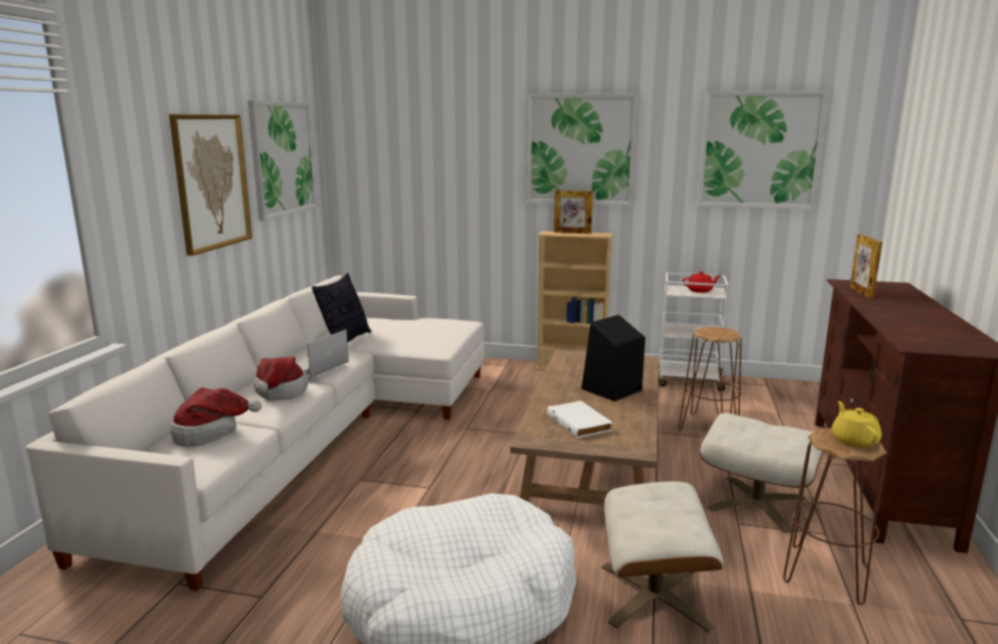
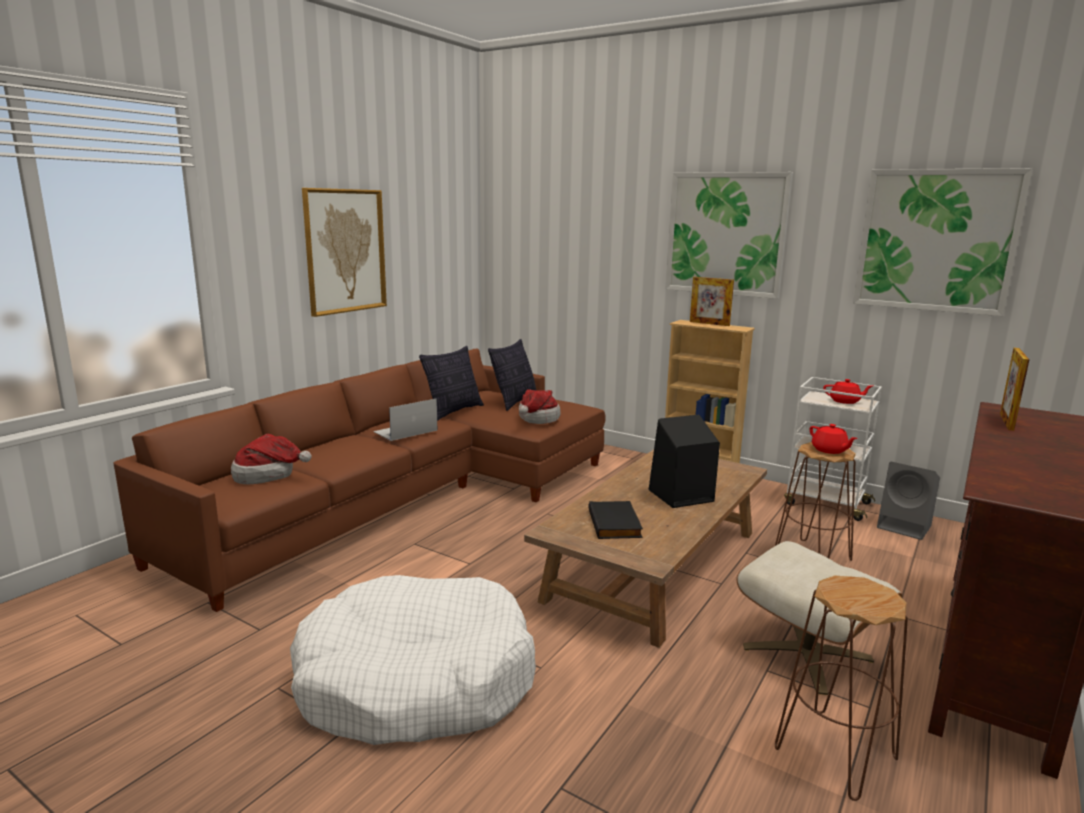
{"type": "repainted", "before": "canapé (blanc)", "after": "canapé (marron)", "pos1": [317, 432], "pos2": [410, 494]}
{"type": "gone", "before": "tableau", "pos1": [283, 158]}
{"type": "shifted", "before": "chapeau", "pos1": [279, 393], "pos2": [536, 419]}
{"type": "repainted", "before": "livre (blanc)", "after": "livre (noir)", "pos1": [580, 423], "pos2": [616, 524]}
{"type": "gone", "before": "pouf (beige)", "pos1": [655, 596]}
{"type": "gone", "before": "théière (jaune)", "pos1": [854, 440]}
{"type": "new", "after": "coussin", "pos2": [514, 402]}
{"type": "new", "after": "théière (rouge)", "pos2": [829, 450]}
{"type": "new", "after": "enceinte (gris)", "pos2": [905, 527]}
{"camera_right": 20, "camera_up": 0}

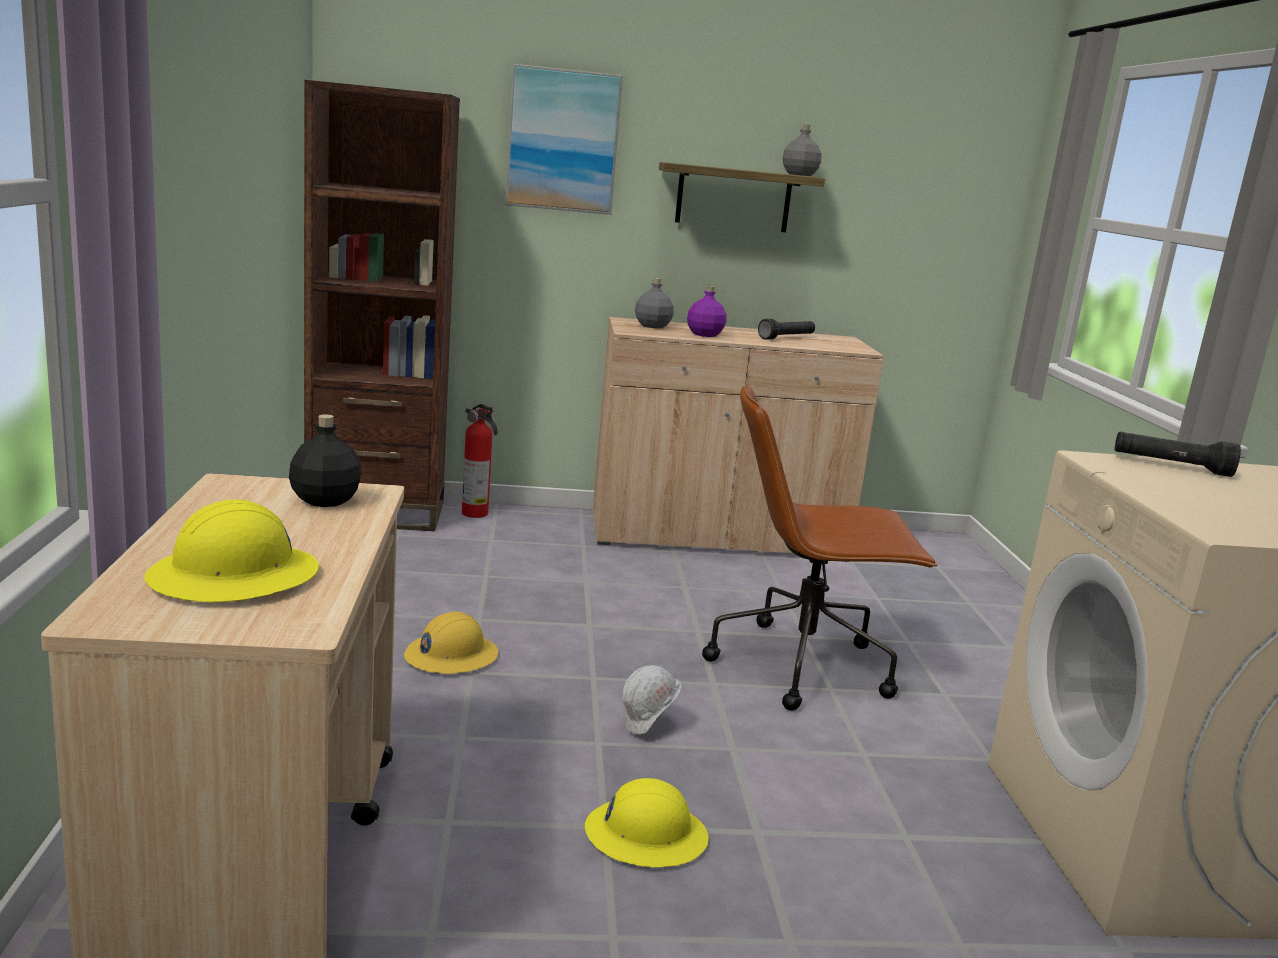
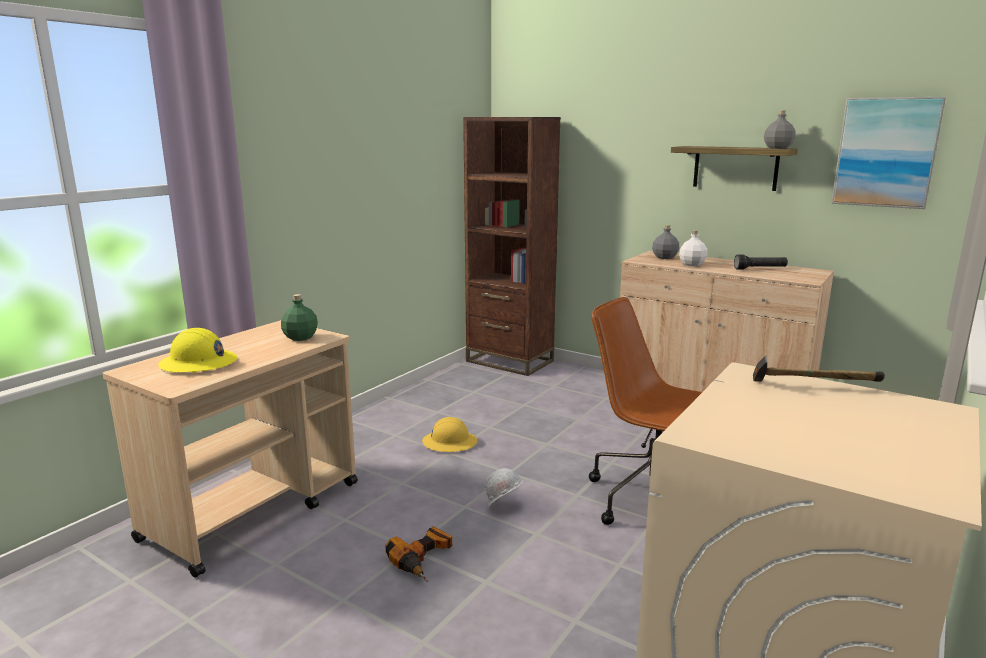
{"type": "repainted", "before": "bouteille (noir)", "after": "bouteille (vert)", "pos1": [325, 500], "pos2": [301, 337]}
{"type": "gone", "before": "extincteur", "pos1": [476, 514]}
{"type": "shifted", "before": "tableau", "pos1": [563, 141], "pos2": [886, 152]}
{"type": "swapped", "before": "casque de chantier (jaune)", "after": "perceuse", "pos1": [646, 835], "pos2": [424, 560]}
{"type": "repainted", "before": "bouteille (violet)", "after": "bouteille (blanc)", "pos1": [704, 334], "pos2": [691, 264]}
{"type": "swapped", "before": "lampe de poche (noir)", "after": "marteau", "pos1": [1171, 466], "pos2": [811, 386]}
{"camera_right": 40, "camera_up": 0}

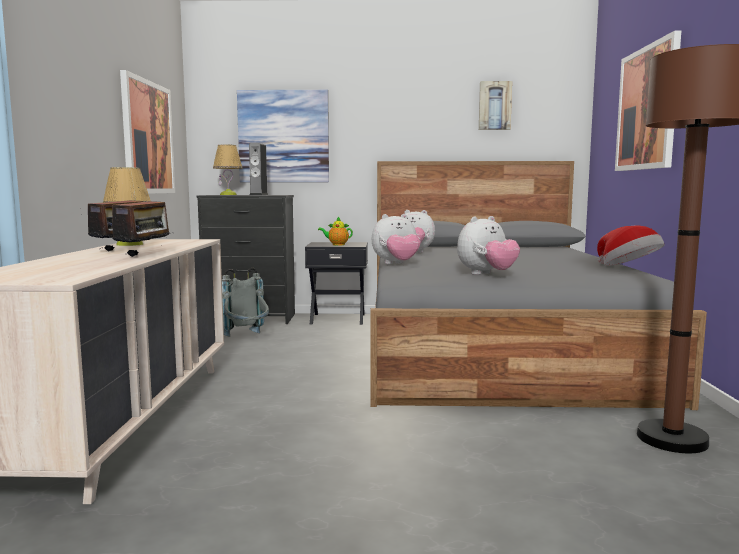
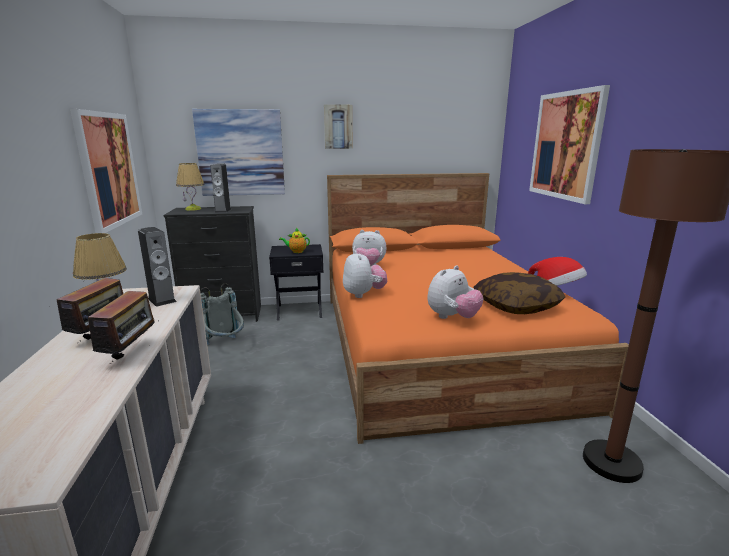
{"type": "repainted", "before": "lit (gris)", "after": "lit (orange)", "pos1": [494, 348], "pos2": [436, 344]}
{"type": "rotated", "before": "peluche", "pos1": [396, 264], "pos2": [363, 294], "turn": -75}
{"type": "shifted", "before": "tableau", "pos1": [494, 106], "pos2": [338, 127]}
{"type": "new", "after": "enceinte", "pos2": [162, 300]}
{"type": "new", "after": "coussin", "pos2": [516, 306]}
{"camera_right": -10, "camera_up": 10}

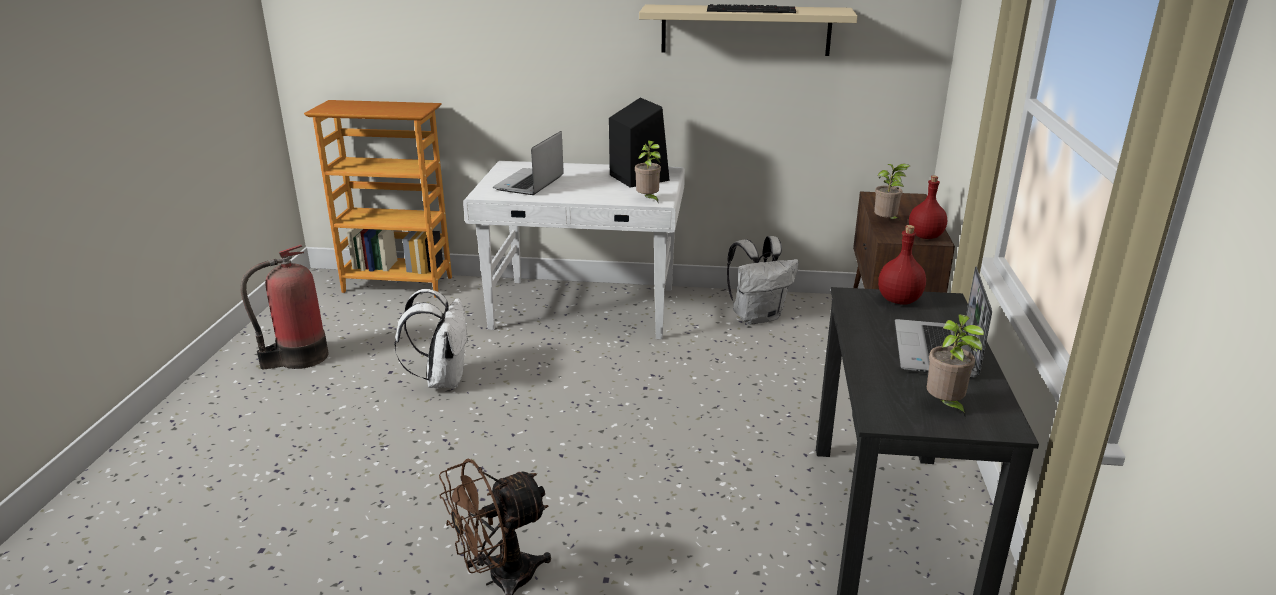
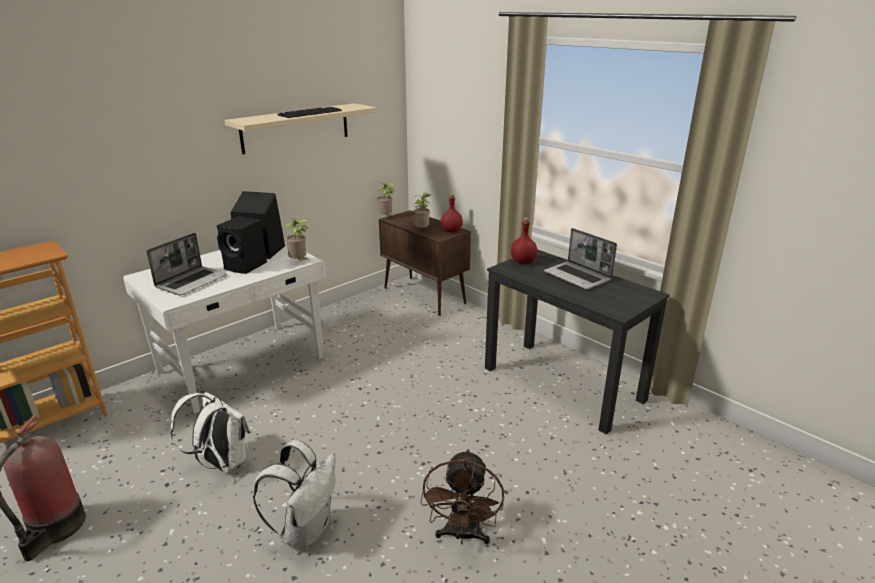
{"type": "rotated", "before": "ordinateur portable", "pos1": [529, 183], "pos2": [192, 282], "turn": -120}
{"type": "shifted", "before": "sac à dos (blanc)", "pos1": [757, 317], "pos2": [306, 530]}
{"type": "shifted", "before": "plante en pot", "pos1": [945, 406], "pos2": [386, 217]}
{"type": "new", "after": "enceinte (noir)", "pos2": [246, 266]}
{"camera_right": -50, "camera_up": 0}

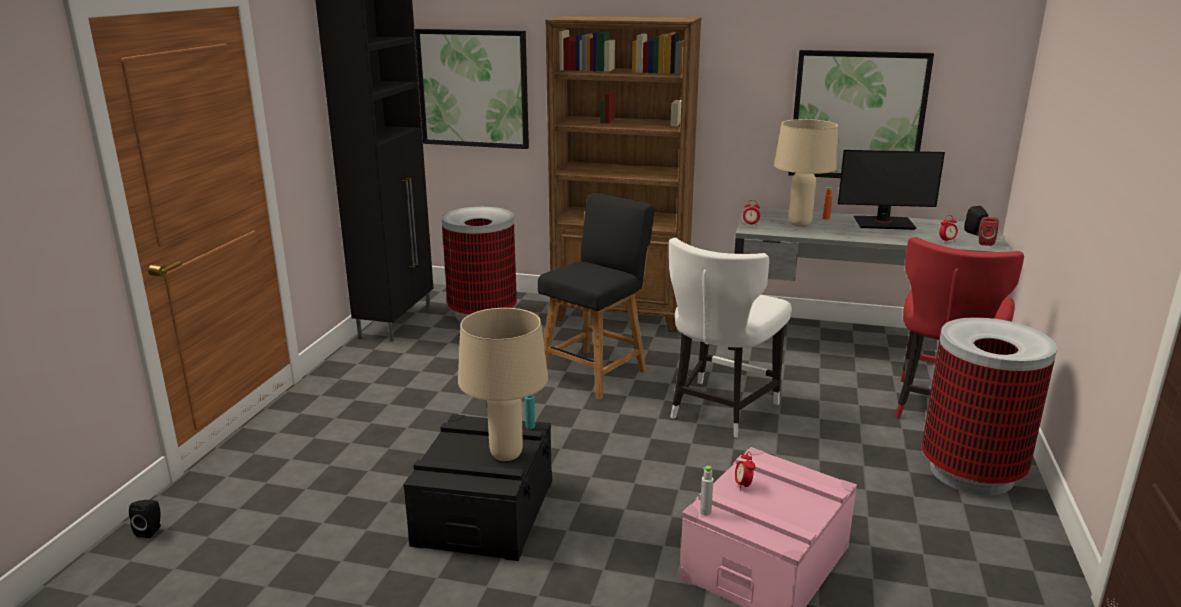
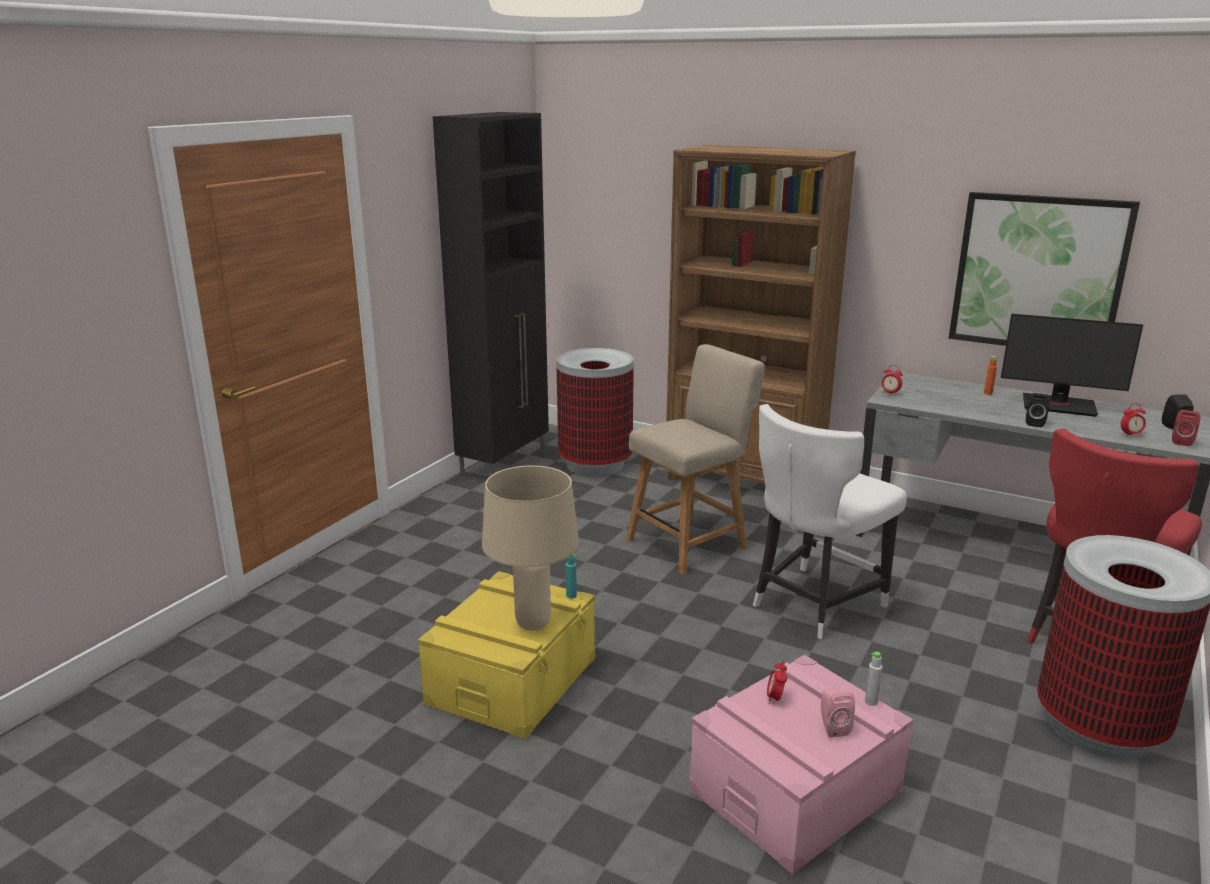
{"type": "shifted", "before": "enceinte (noir)", "pos1": [151, 530], "pos2": [1034, 423]}
{"type": "repainted", "before": "boîte de rangement (noir)", "after": "boîte de rangement (jaune)", "pos1": [484, 511], "pos2": [512, 680]}
{"type": "gone", "before": "tableau", "pos1": [473, 88]}
{"type": "repainted", "before": "chaise (noir)", "after": "chaise (beige)", "pos1": [596, 372], "pos2": [690, 542]}
{"type": "shifted", "before": "bouteille (gris)", "pos1": [705, 512], "pos2": [871, 702]}
{"type": "gone", "before": "lampe de table (beige)", "pos1": [800, 224]}
{"type": "new", "after": "enceinte (rose)", "pos2": [833, 727]}
{"camera_right": 15, "camera_up": 0}

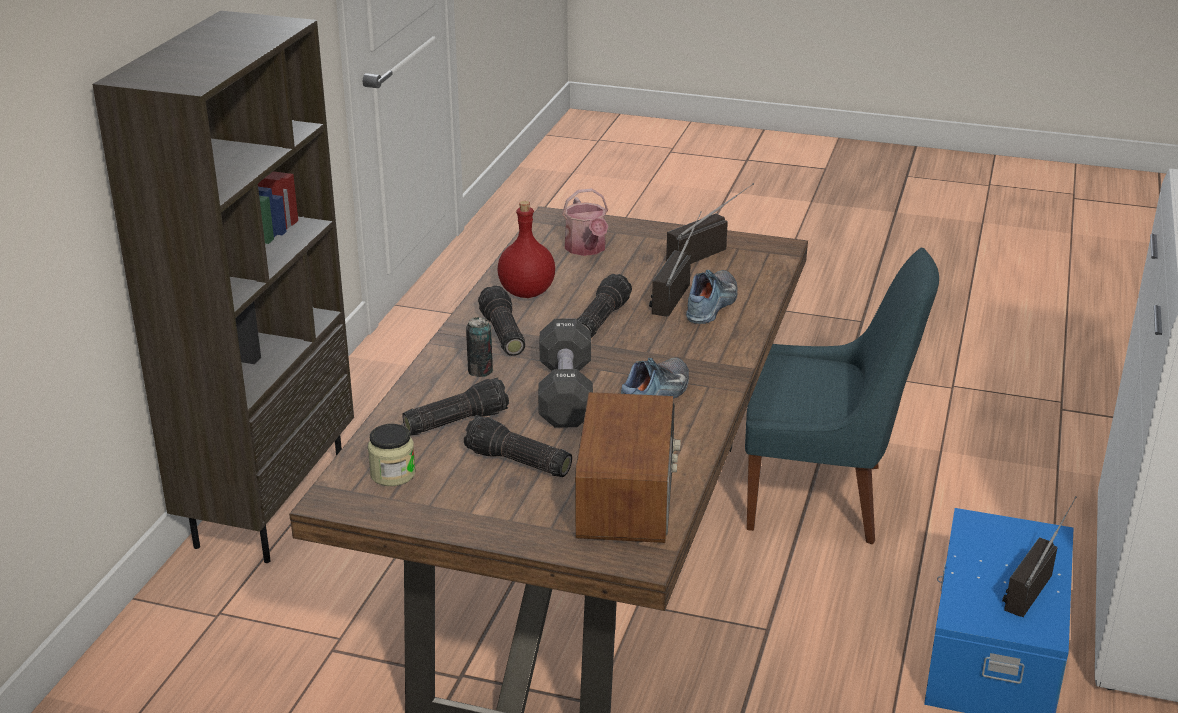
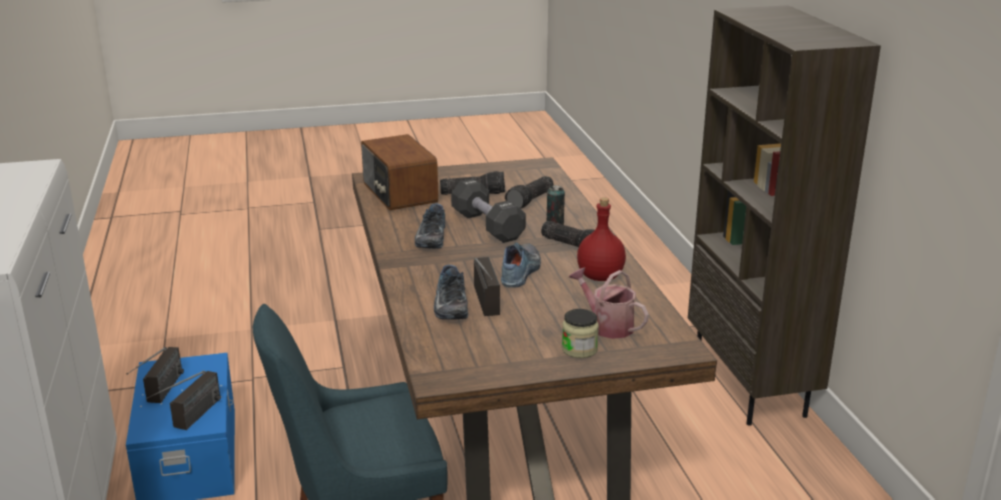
{"type": "shifted", "before": "bocal", "pos1": [393, 474], "pos2": [579, 349]}
{"type": "swapped", "before": "lampe de poche", "after": "chaussure", "pos1": [599, 320], "pos2": [521, 272]}
{"type": "shifted", "before": "radio", "pos1": [708, 251], "pos2": [189, 421]}
{"camera_right": 150, "camera_up": -5}

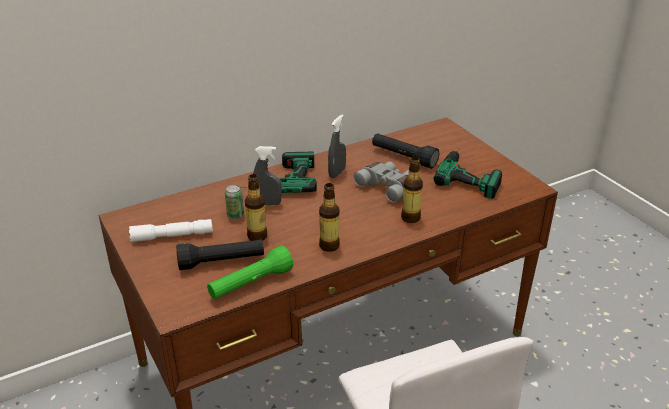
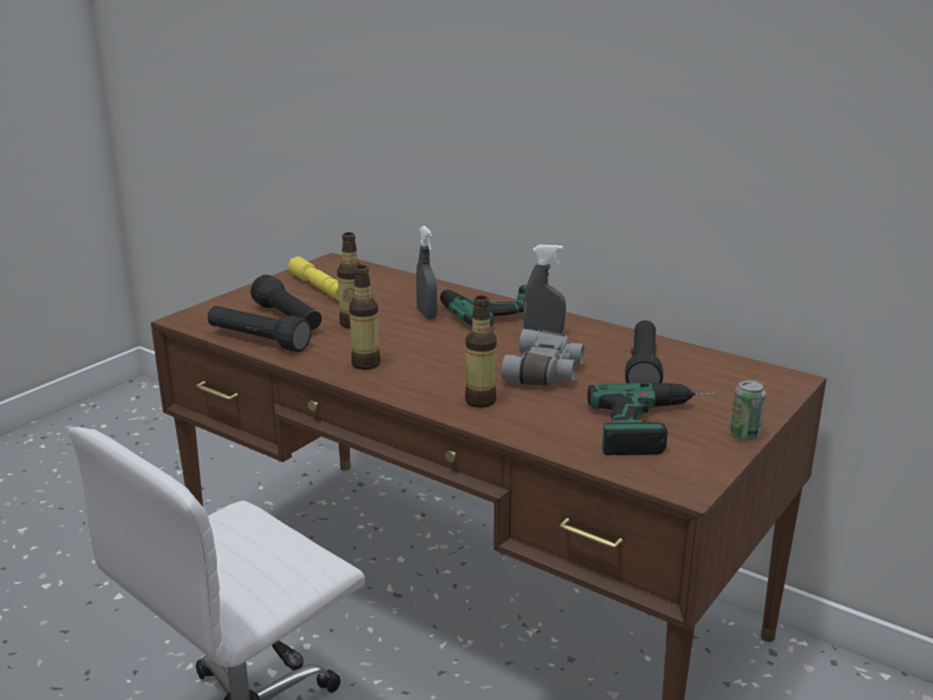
{"type": "repainted", "before": "lampe de poche (blanc)", "after": "lampe de poche (jaune)", "pos1": [172, 236], "pos2": [319, 288]}
{"type": "repainted", "before": "lampe de poche (vert)", "after": "lampe de poche (noir)", "pos1": [250, 284], "pos2": [258, 340]}
{"type": "shifted", "before": "boîte métallique", "pos1": [235, 215], "pos2": [744, 435]}
{"camera_right": 65, "camera_up": -10}

